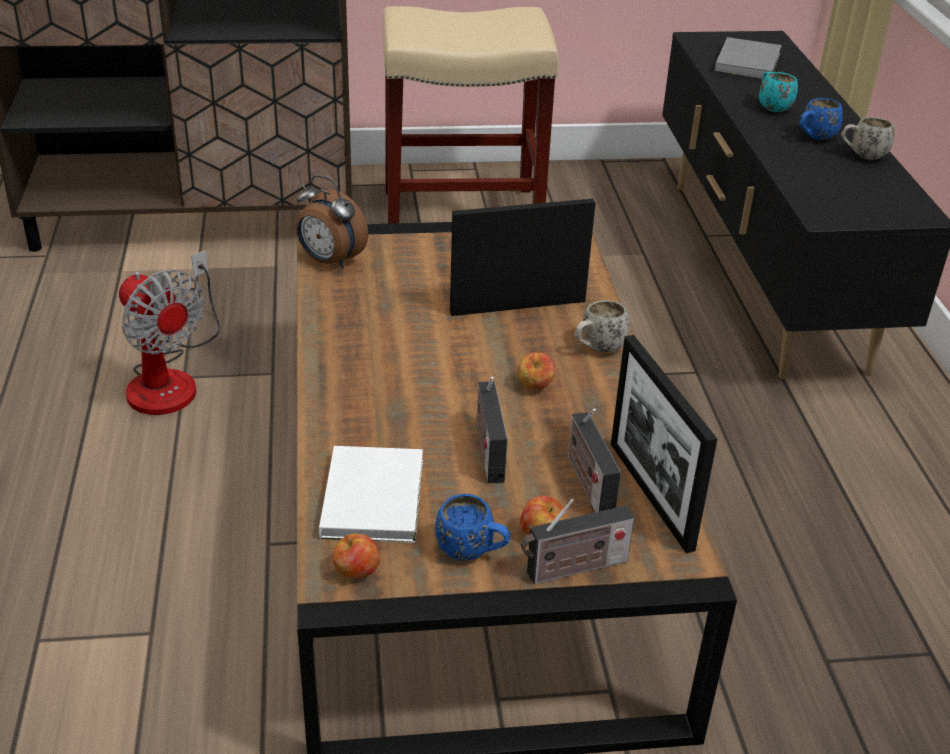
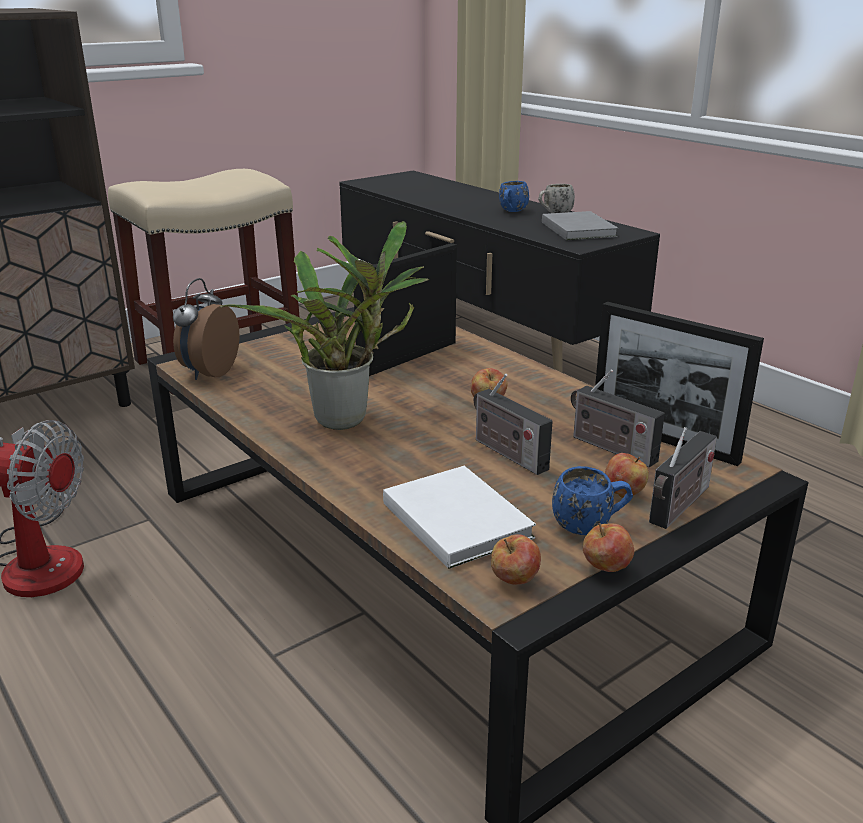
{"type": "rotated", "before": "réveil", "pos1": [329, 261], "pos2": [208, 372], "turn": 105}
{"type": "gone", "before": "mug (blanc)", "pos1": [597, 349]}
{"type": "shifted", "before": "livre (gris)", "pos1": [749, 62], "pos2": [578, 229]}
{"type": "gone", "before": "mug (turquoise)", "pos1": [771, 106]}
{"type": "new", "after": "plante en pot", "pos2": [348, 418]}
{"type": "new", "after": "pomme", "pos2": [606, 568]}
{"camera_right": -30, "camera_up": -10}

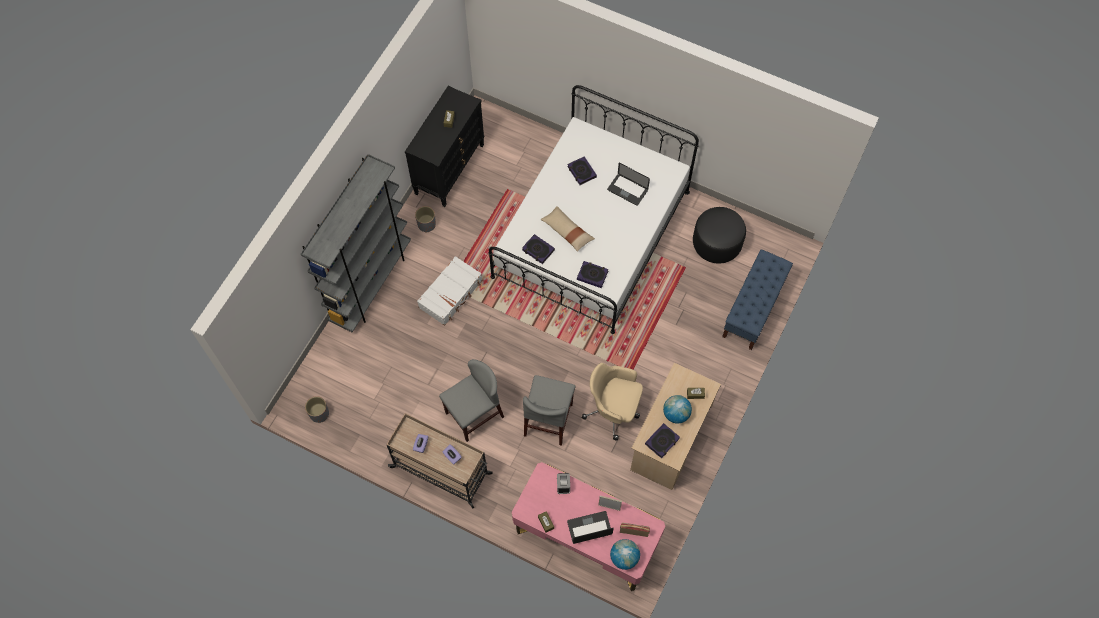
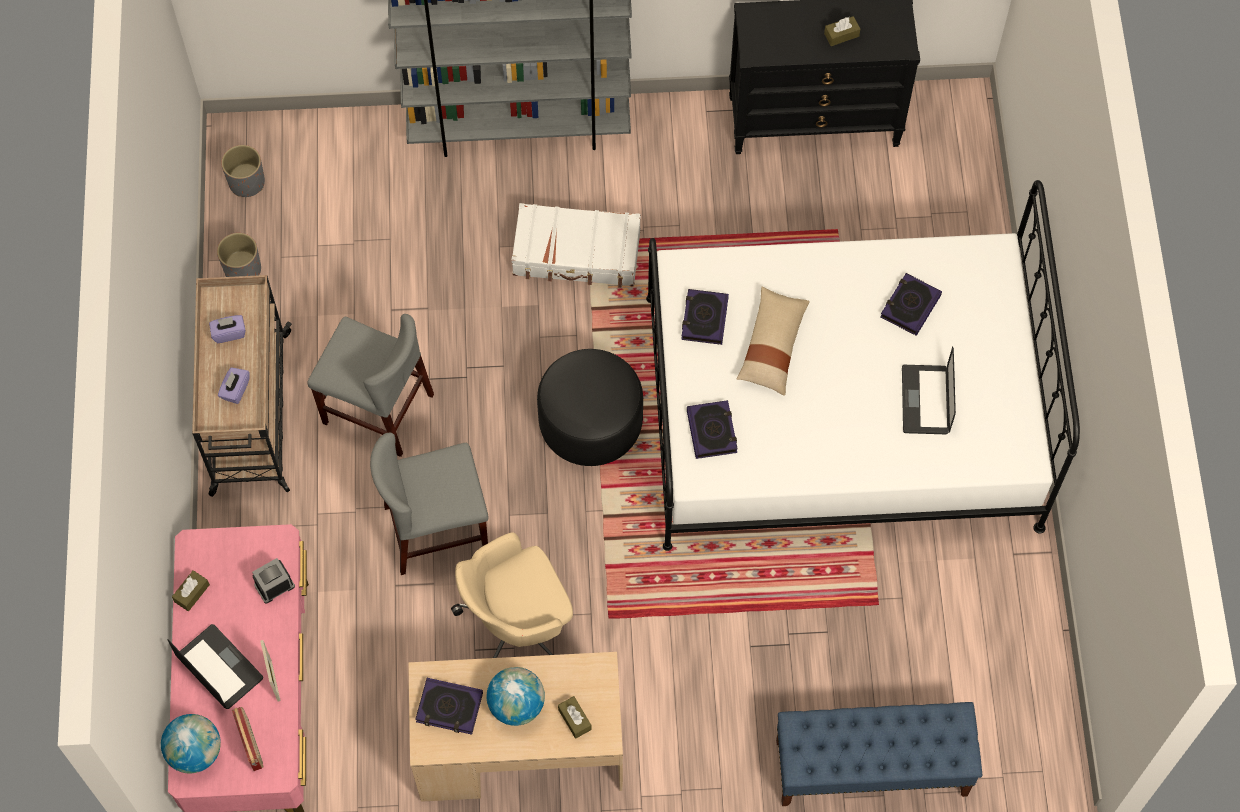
{"type": "shifted", "before": "cache-pot (gris)", "pos1": [426, 224], "pos2": [243, 270]}
{"type": "rotated", "before": "chaise de bureau (beige)", "pos1": [613, 409], "pos2": [517, 625], "turn": -105}
{"type": "shifted", "before": "pouf (noir)", "pos1": [717, 243], "pos2": [591, 423]}
{"camera_right": 60, "camera_up": 0}

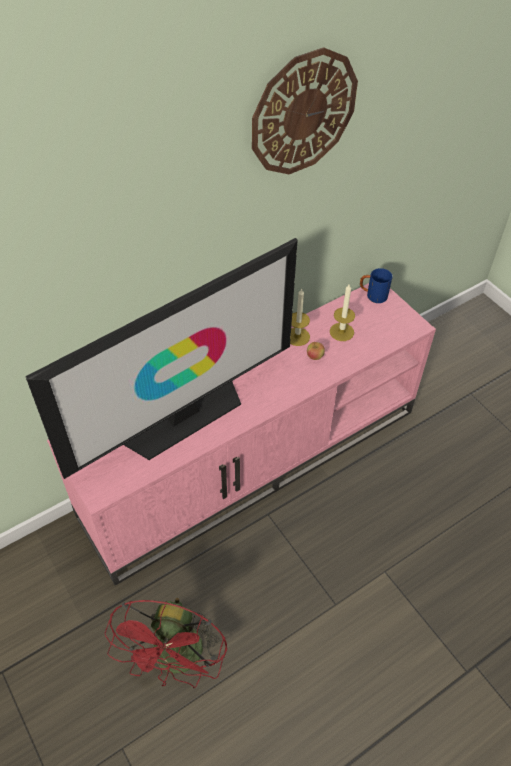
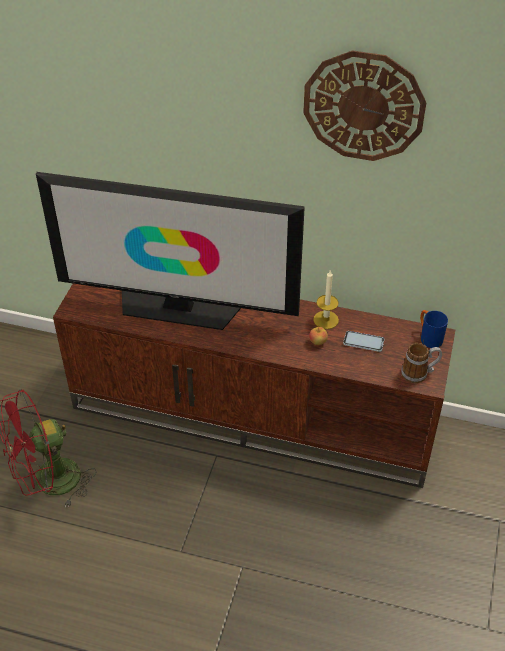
{"type": "repainted", "before": "meuble télé (rose)", "after": "meuble télé (marron)", "pos1": [253, 460], "pos2": [255, 413]}
{"type": "swapped", "before": "bougie", "after": "téléphone", "pos1": [341, 332], "pos2": [363, 342]}
{"type": "new", "after": "mug", "pos2": [419, 373]}
{"camera_right": 50, "camera_up": -5}

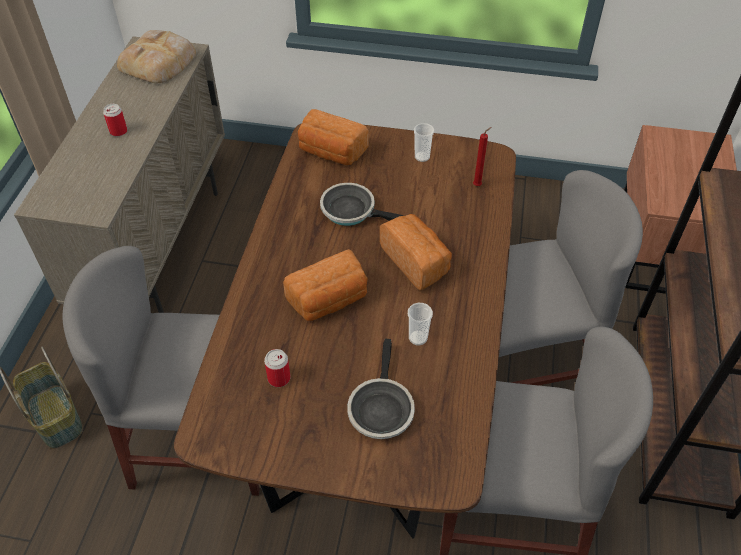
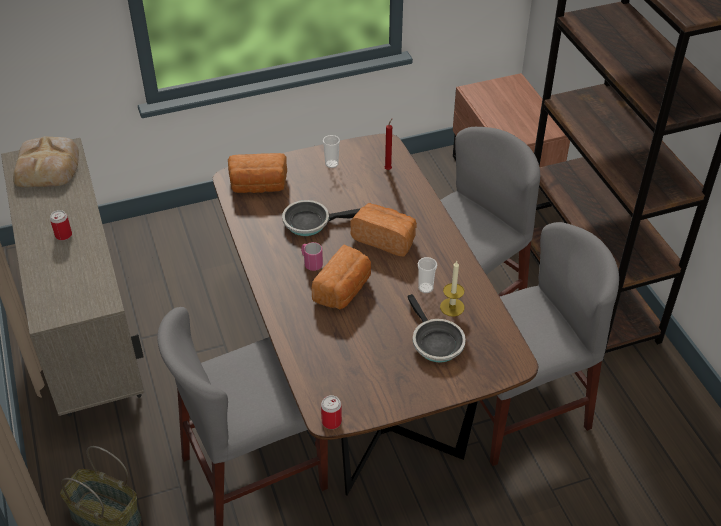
{"type": "shifted", "before": "boîte métallique", "pos1": [279, 378], "pos2": [331, 422]}
{"type": "new", "after": "mug (rose)", "pos2": [311, 263]}
{"type": "new", "after": "bougie", "pos2": [452, 307]}
{"camera_right": -30, "camera_up": -5}

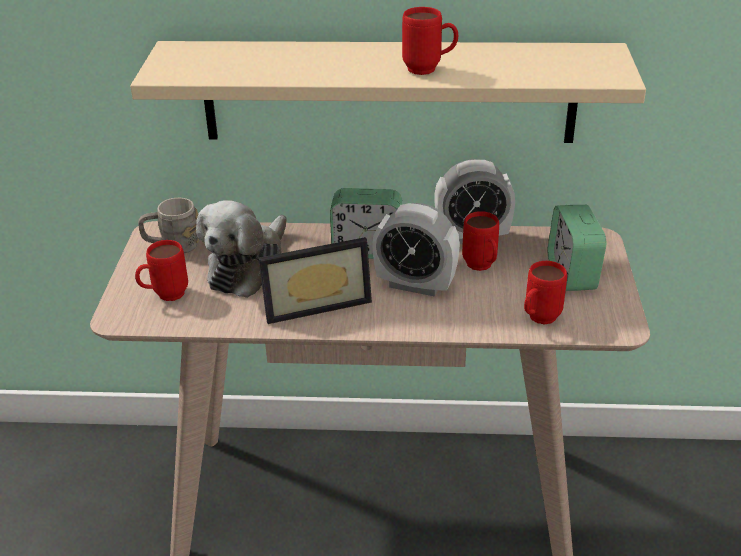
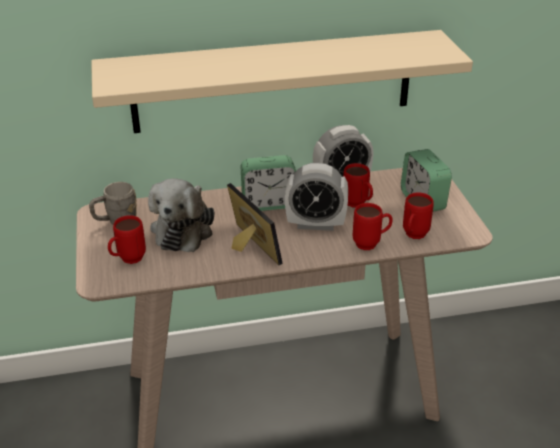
{"type": "rotated", "before": "cadre photo", "pos1": [315, 302], "pos2": [247, 248], "turn": -90}
{"type": "shifted", "before": "mug (rouge)", "pos1": [429, 70], "pos2": [371, 244]}
{"camera_right": -15, "camera_up": 0}

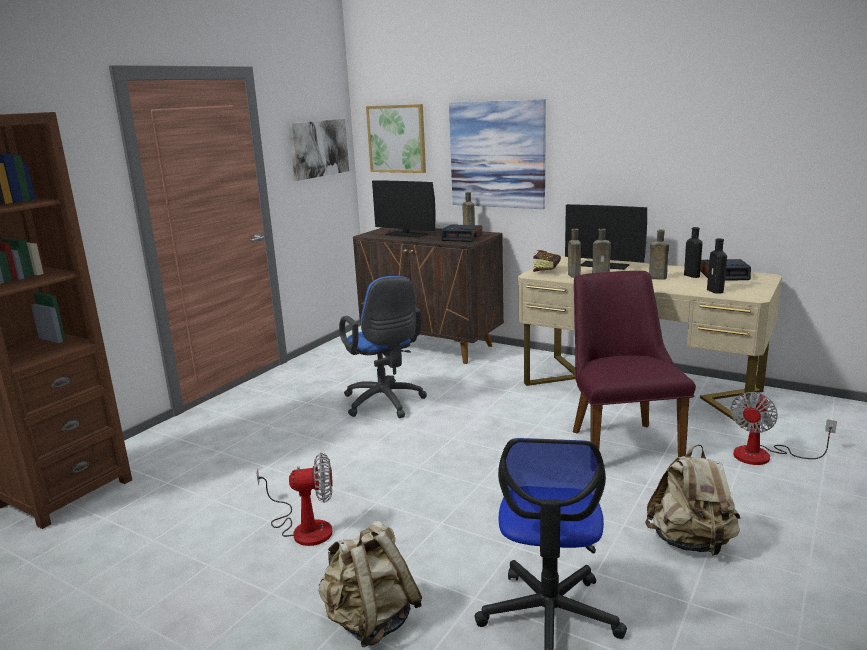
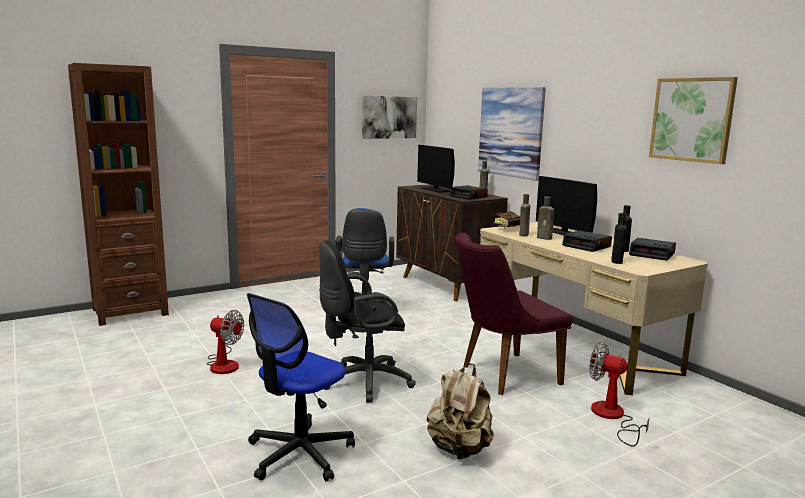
{"type": "gone", "before": "sac à dos (beige)", "pos1": [370, 621]}
{"type": "shifted", "before": "tableau", "pos1": [397, 139], "pos2": [692, 119]}
{"type": "rotated", "before": "chaise (violet)", "pos1": [620, 440], "pos2": [502, 375], "turn": -135}
{"type": "swapped", "before": "bouteille (marron)", "after": "réveil", "pos1": [656, 278], "pos2": [587, 246]}
{"type": "rotated", "before": "ventilateur", "pos1": [764, 455], "pos2": [612, 417], "turn": 60}
{"type": "new", "after": "chaise de bureau (noir)", "pos2": [362, 382]}
{"camera_right": 25, "camera_up": -5}

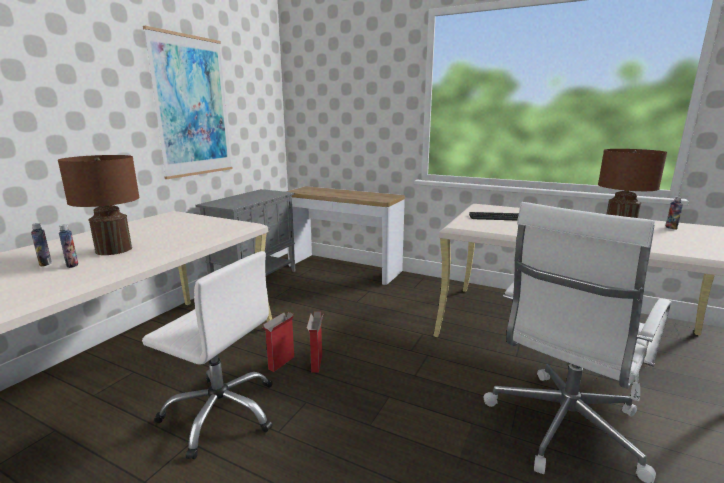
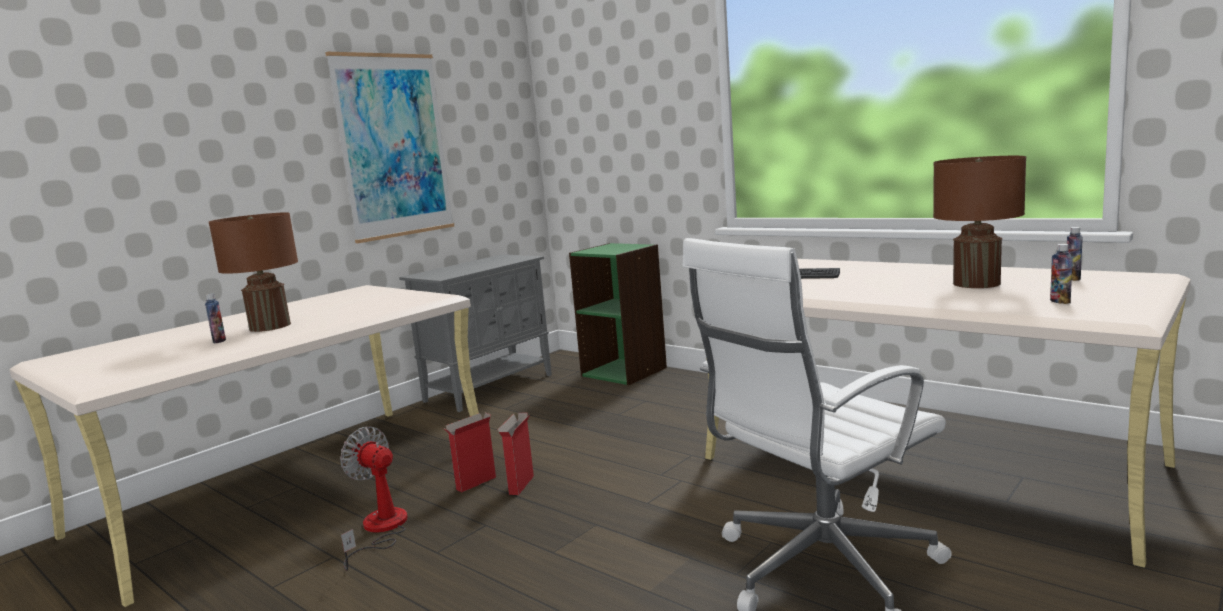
{"type": "shifted", "before": "bouteille", "pos1": [45, 264], "pos2": [1060, 301]}
{"type": "swapped", "before": "chaise de bureau (blanc)", "after": "ventilateur", "pos1": [221, 412], "pos2": [380, 530]}
{"type": "swapped", "before": "table console", "after": "bibliothèque (vert)", "pos1": [343, 268], "pos2": [624, 371]}
{"camera_right": 15, "camera_up": -5}

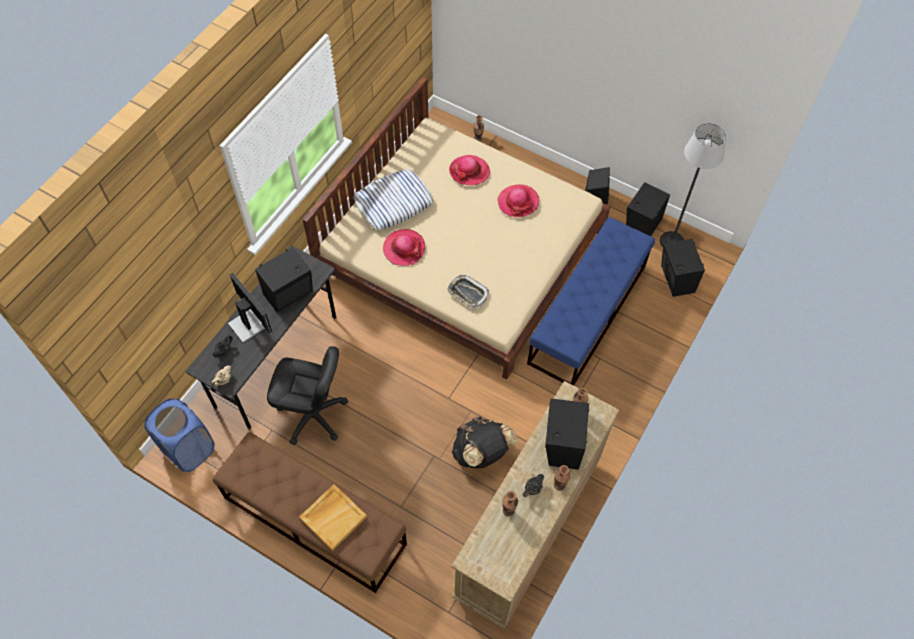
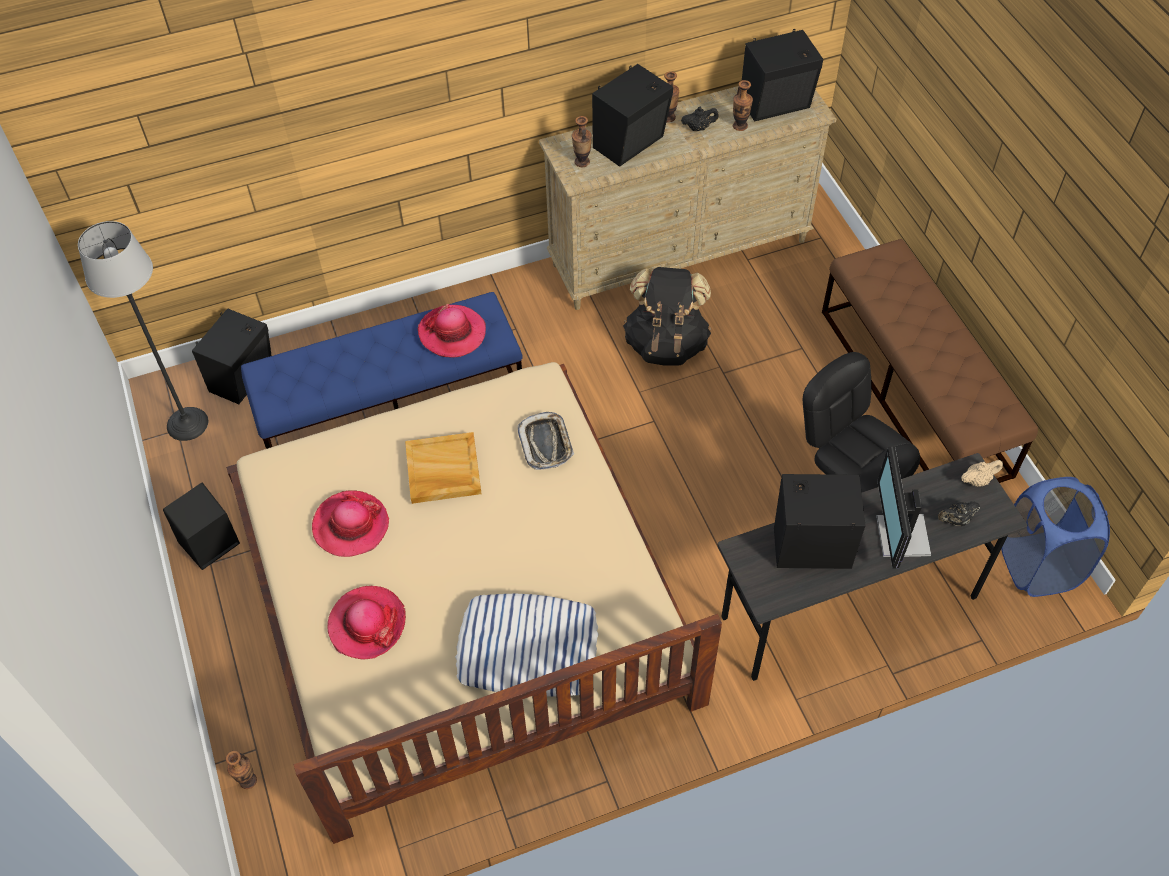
{"type": "shifted", "before": "plateau (beige)", "pos1": [333, 517], "pos2": [442, 470]}
{"type": "shifted", "before": "chapeau", "pos1": [404, 248], "pos2": [452, 333]}
{"type": "shifted", "before": "enceinte (noir)", "pos1": [641, 225], "pos2": [777, 105]}
{"camera_right": -140, "camera_up": -5}

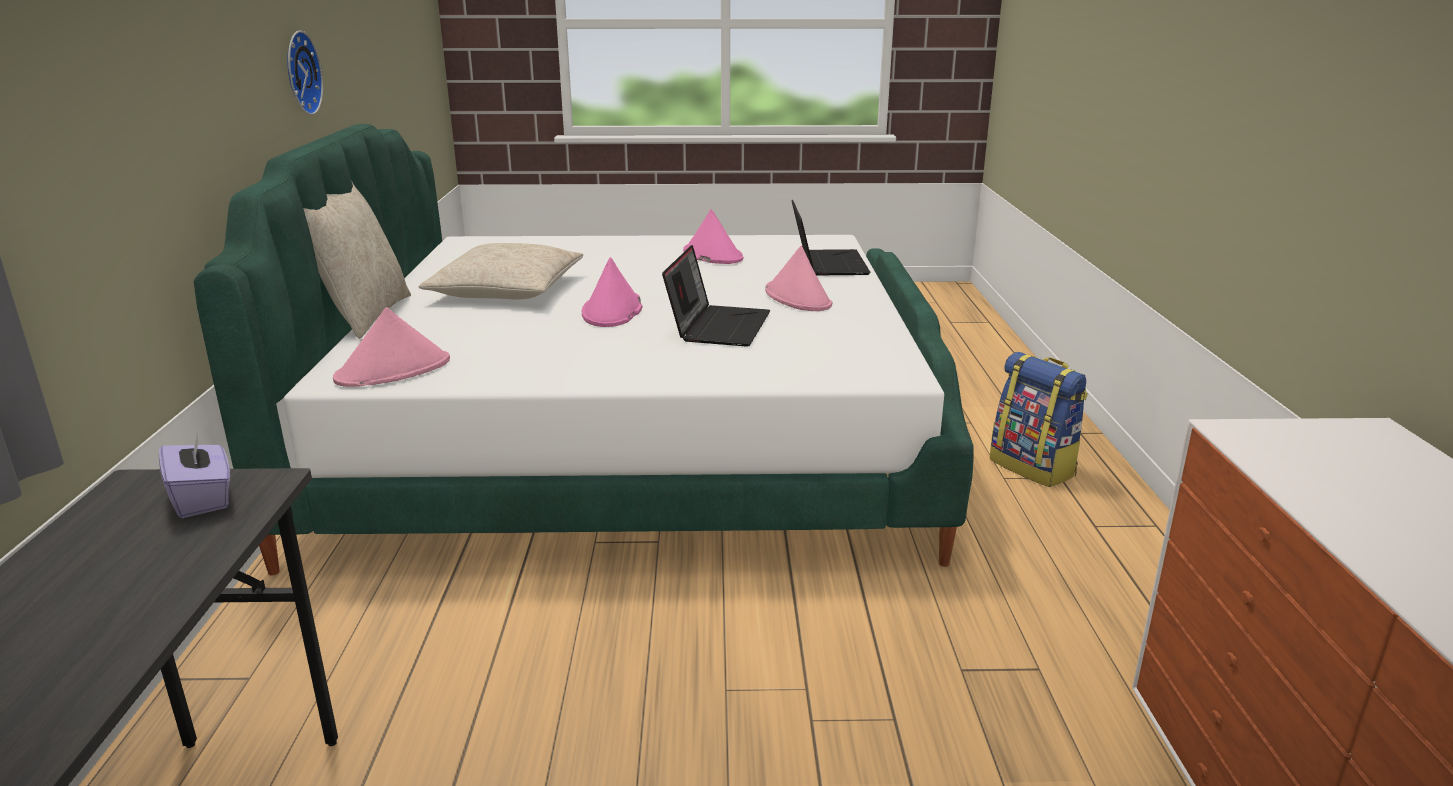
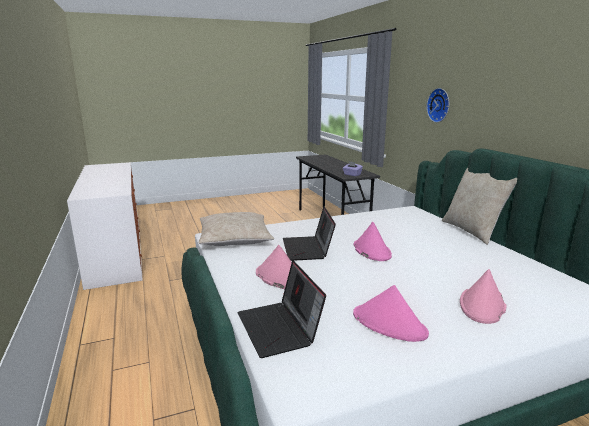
{"type": "shifted", "before": "horloge murale", "pos1": [299, 73], "pos2": [440, 105]}
{"type": "shifted", "before": "chapeau (rose)", "pos1": [394, 370], "pos2": [482, 305]}
{"type": "shifted", "before": "coussin (beige)", "pos1": [506, 290], "pos2": [234, 238]}
{"type": "gone", "before": "sac à dos", "pos1": [1033, 467]}
{"camera_right": 160, "camera_up": -5}

